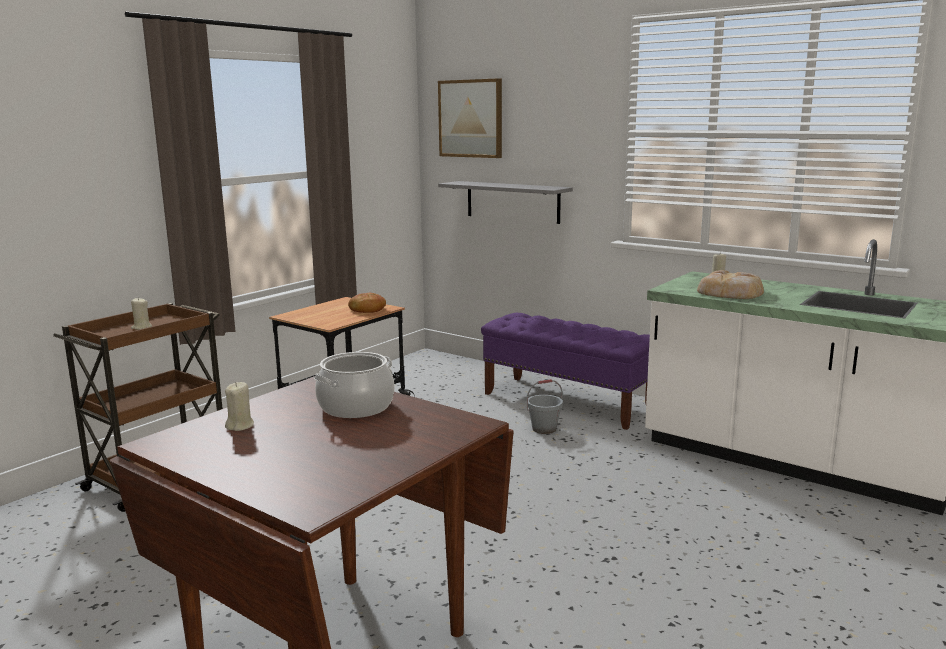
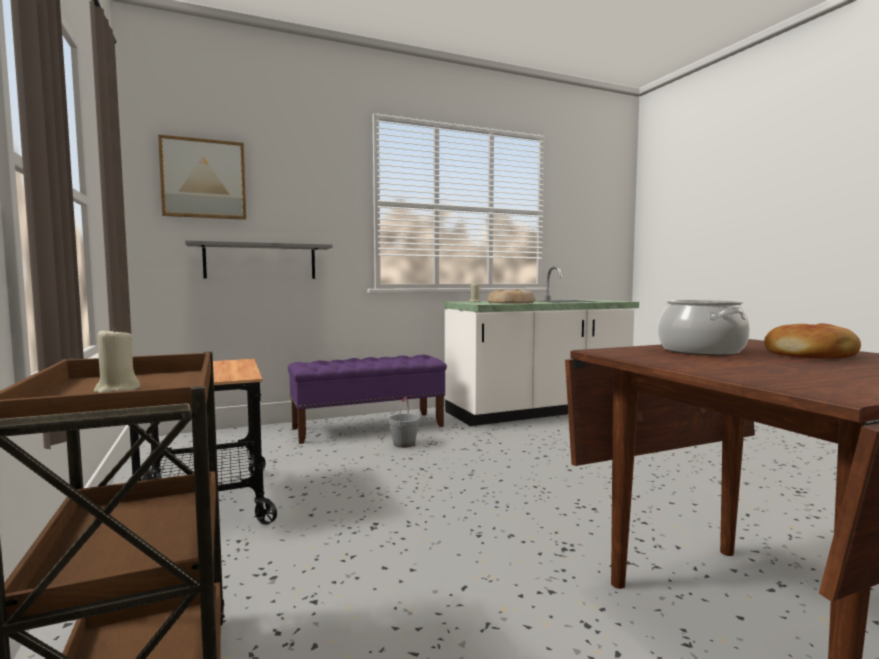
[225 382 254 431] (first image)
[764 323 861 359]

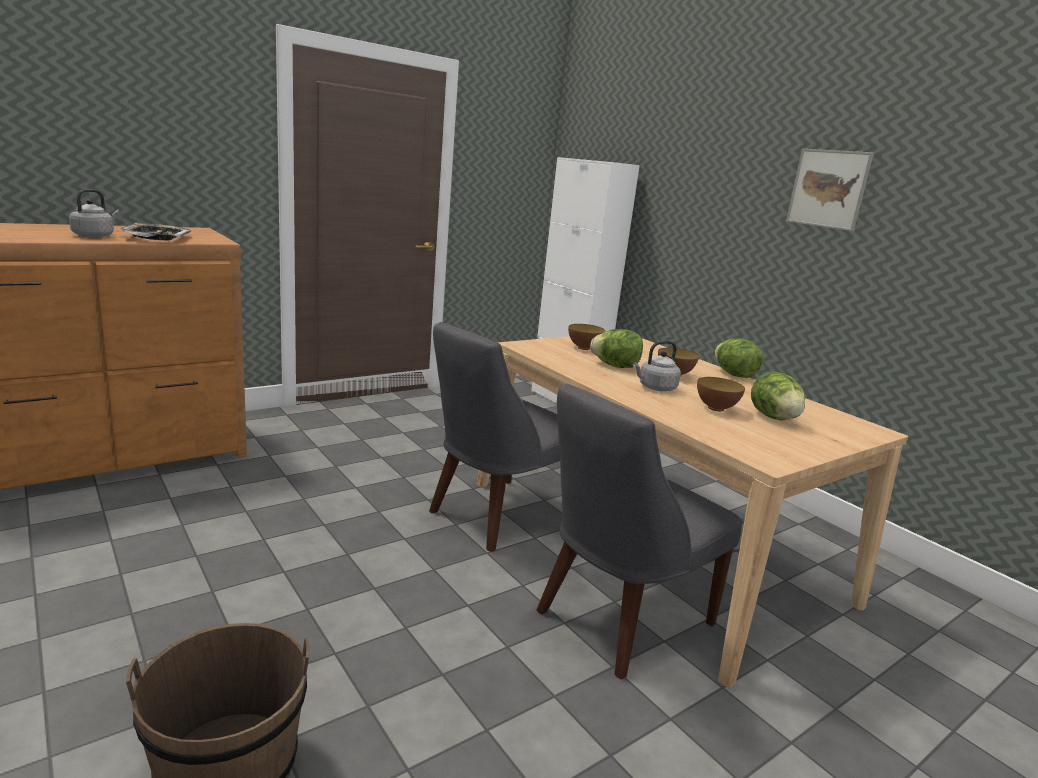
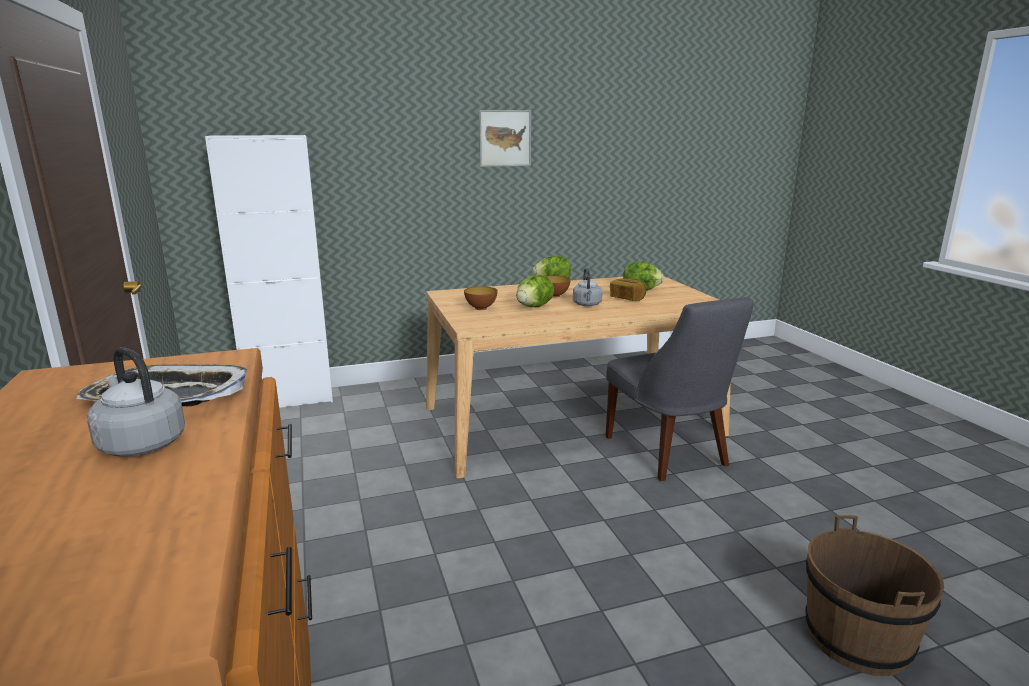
[429 322 560 552] (first image)
[610 278 646 301]

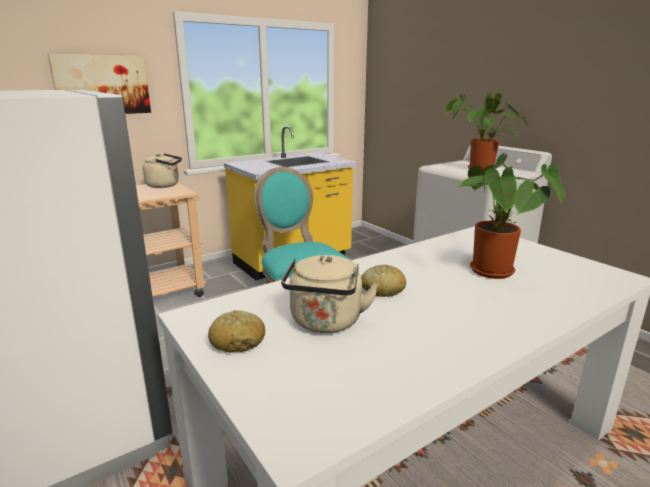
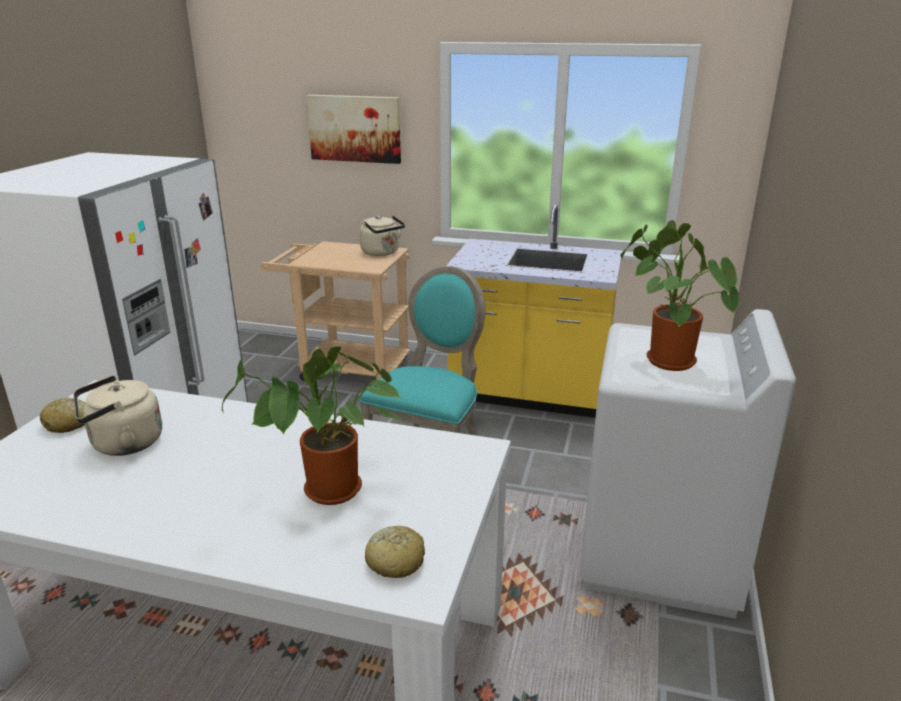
[365 526 425 578]

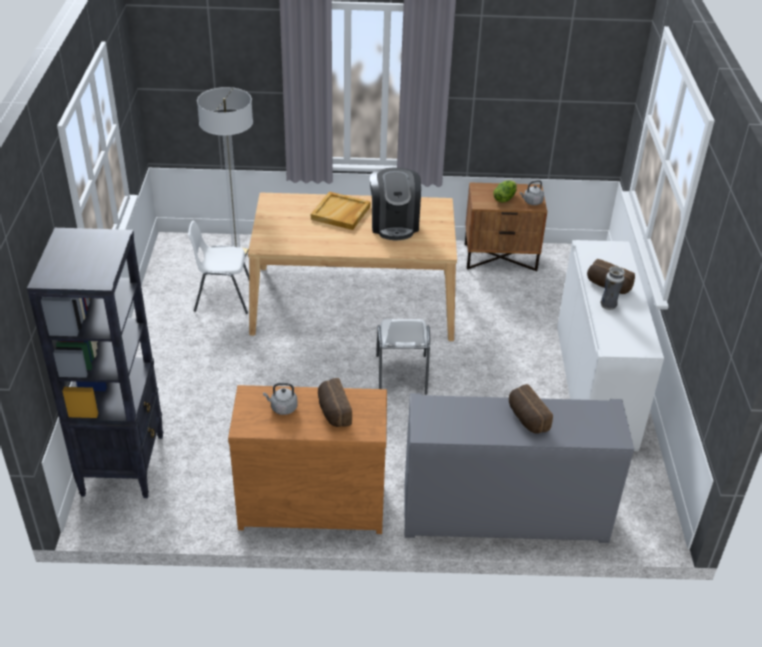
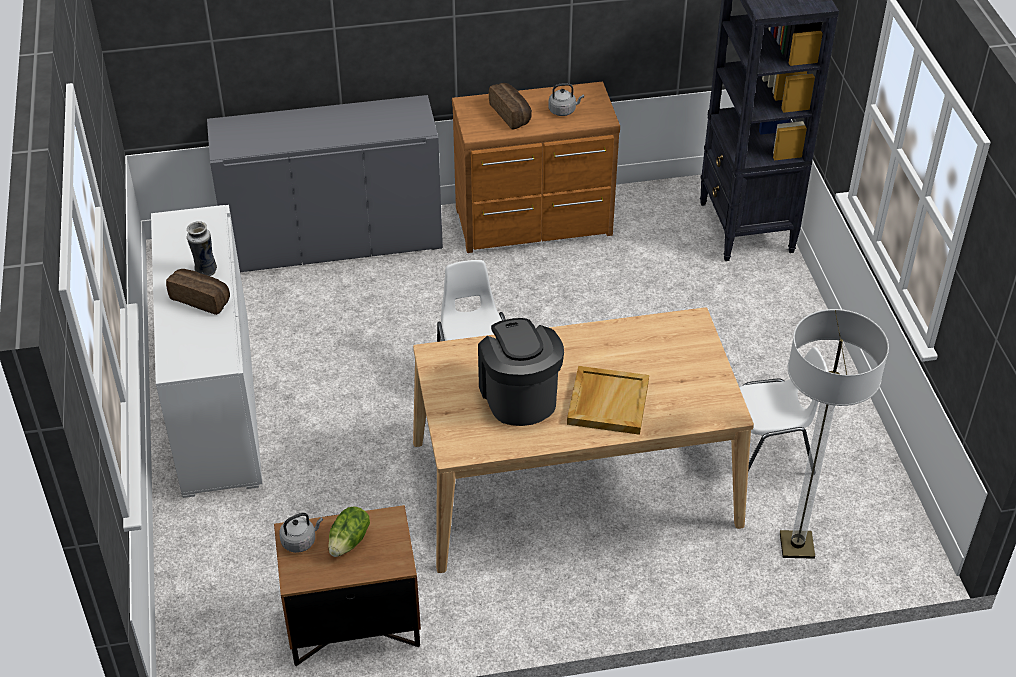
[509 384 553 434] (first image)

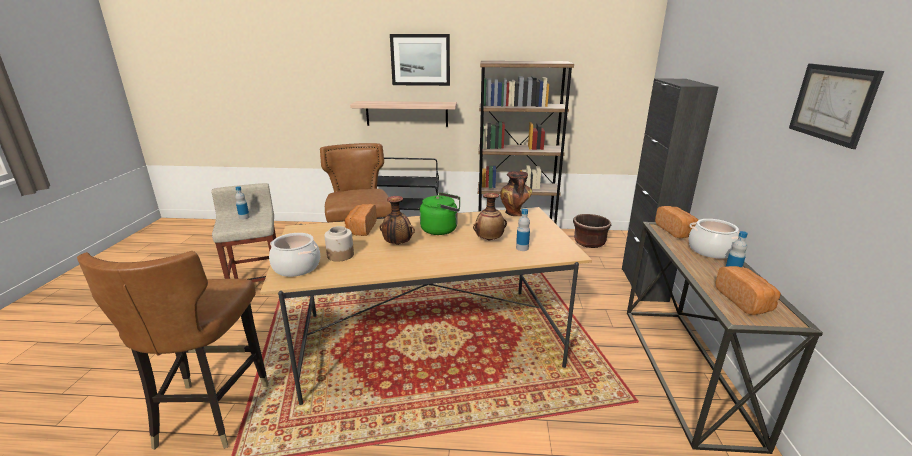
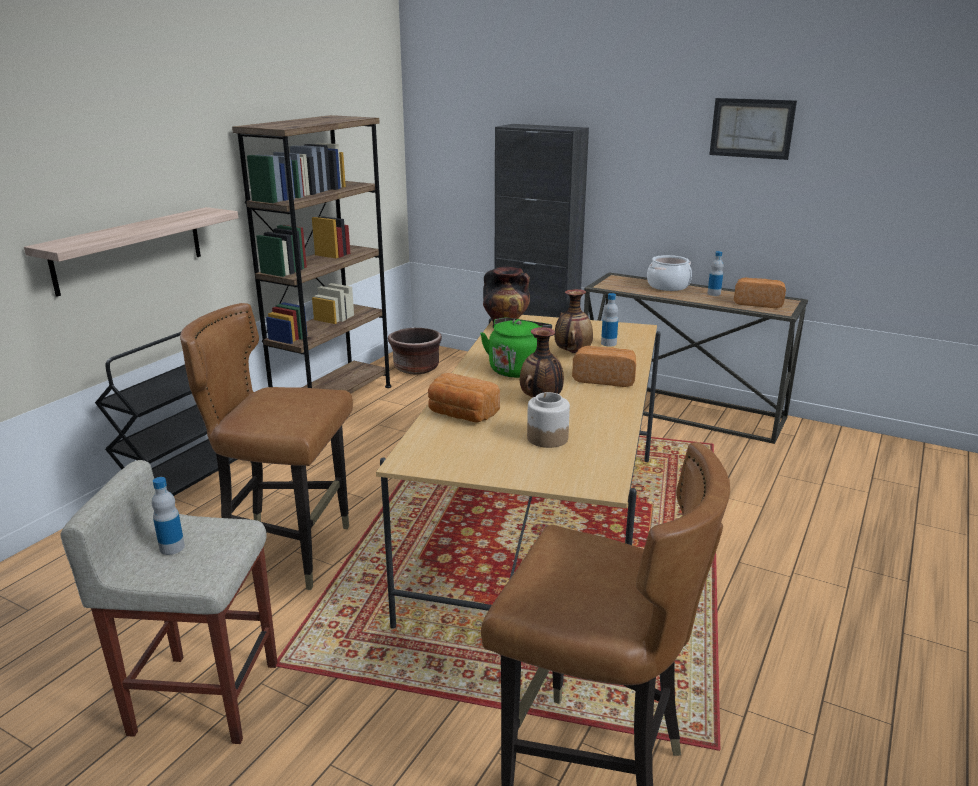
[269 233 320 277] (first image)
[390 34 450 86] (first image)
[572 346 636 387]

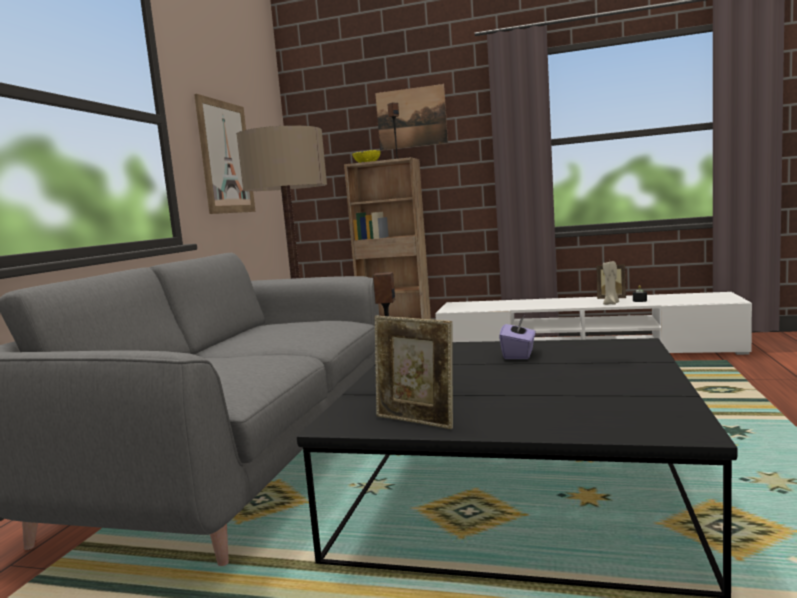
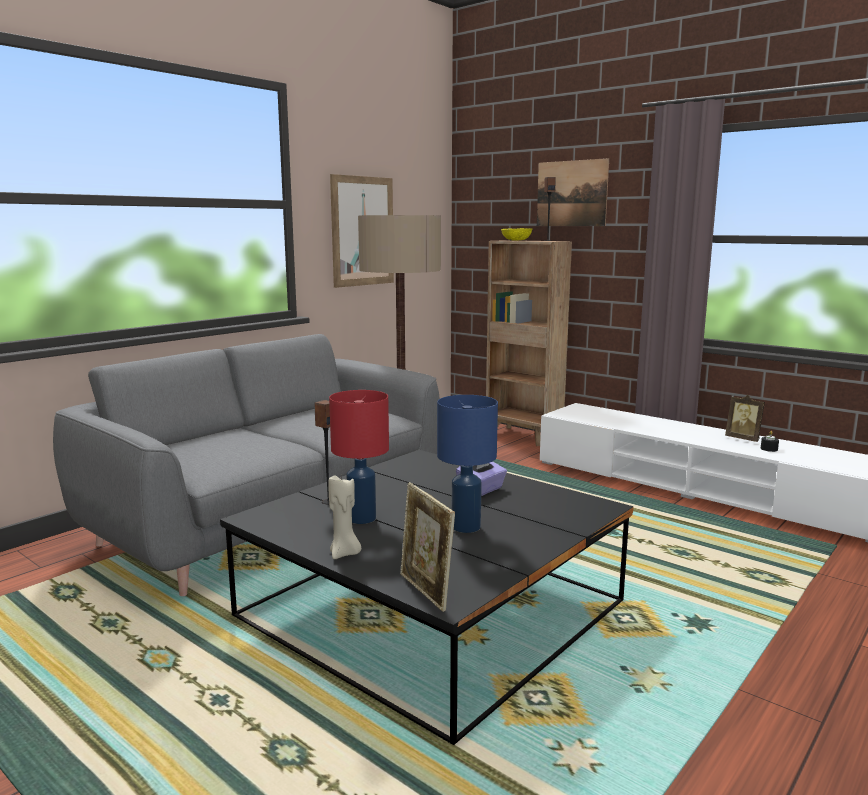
[329 390 389 524]
[437 395 498 533]
[400 482 455 612]
[328 475 361 559]

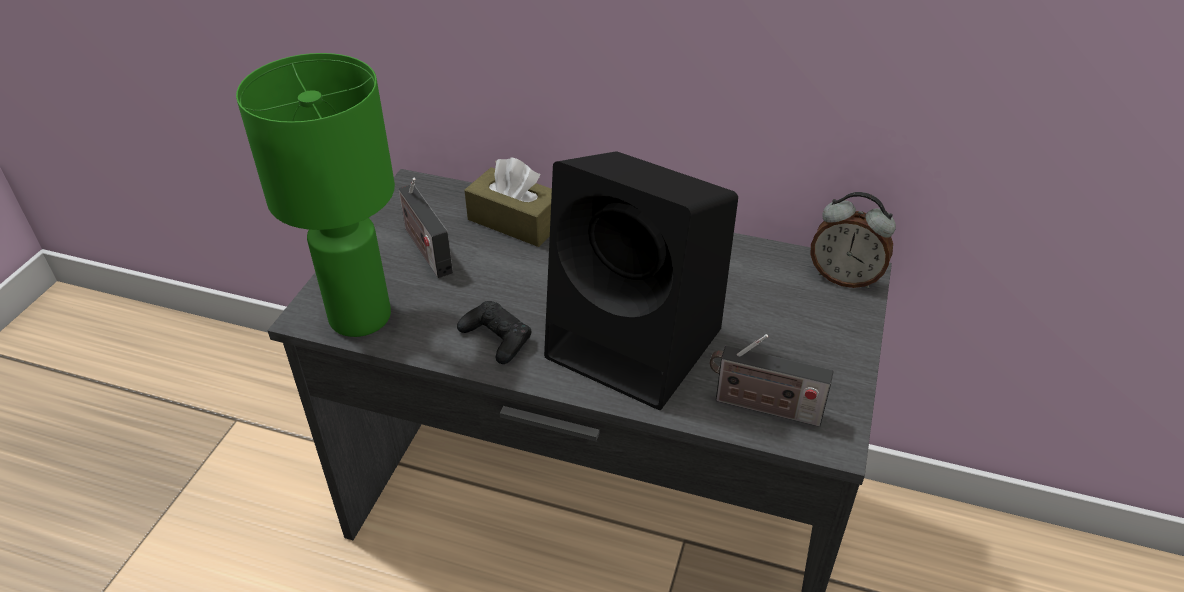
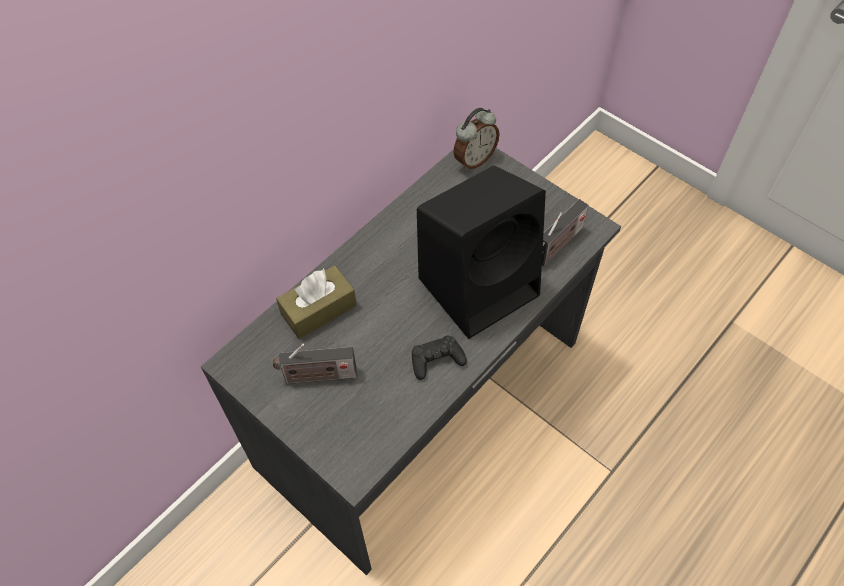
[236 53 395 337] (first image)

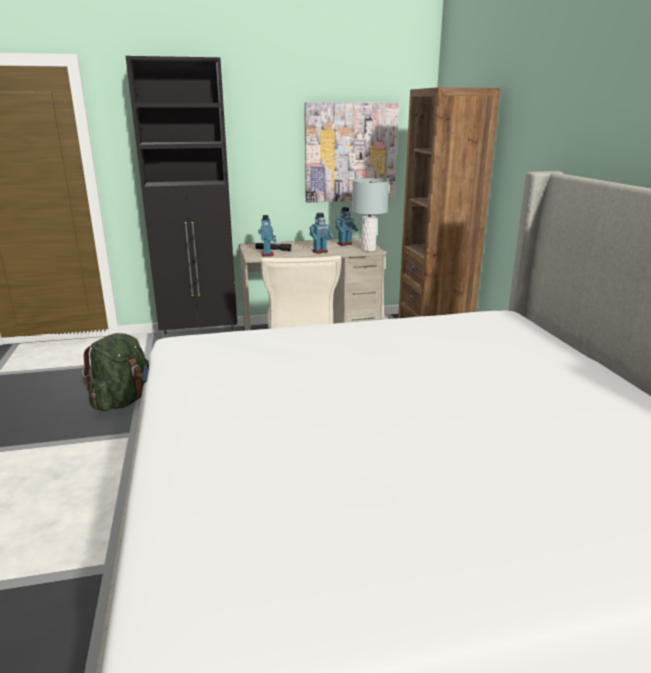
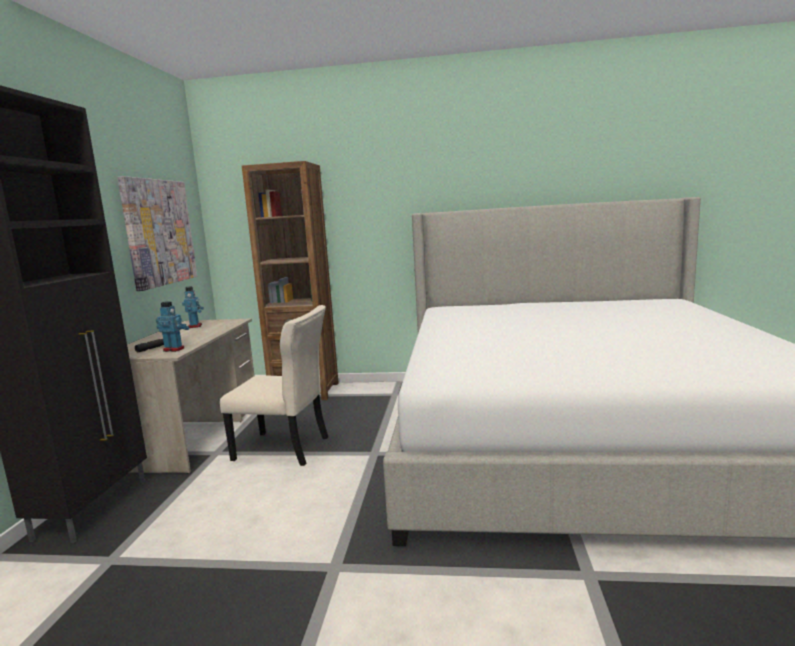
[82 333 149 411] (first image)
[310 213 334 254] (first image)
[352 178 389 251] (first image)

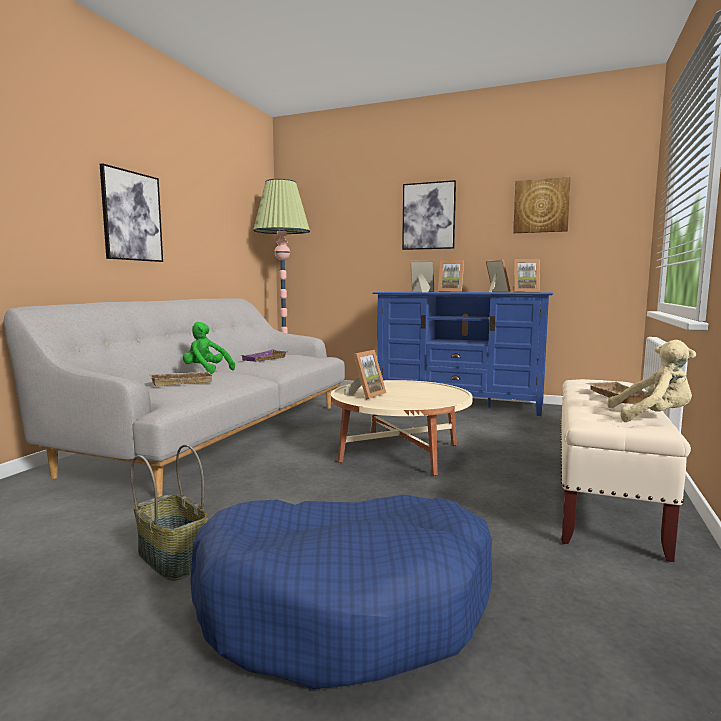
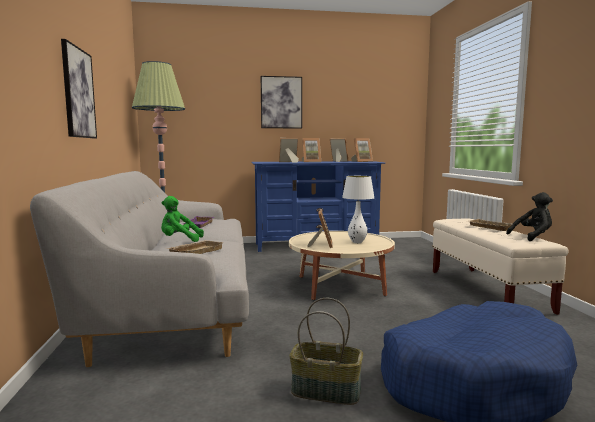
[513 177 571 233] (first image)
[342 176 375 243]
[506 192 553 241]

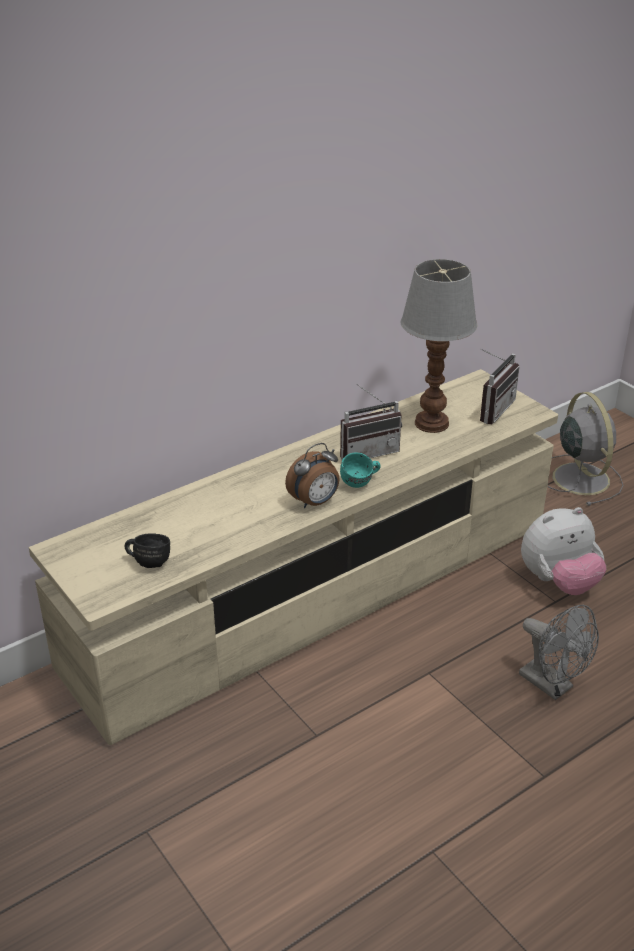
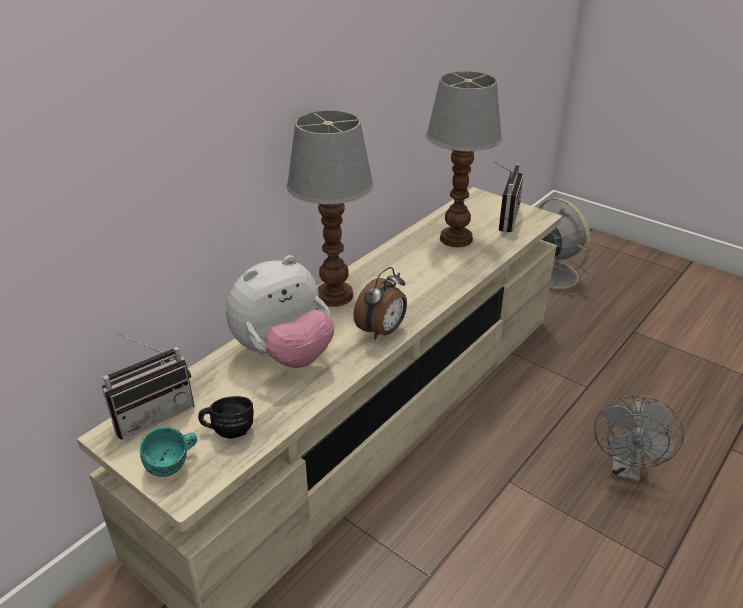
[286 110 374 307]
[102 333 195 440]
[140 427 197 477]
[226 255 334 368]
[594 395 684 483]

